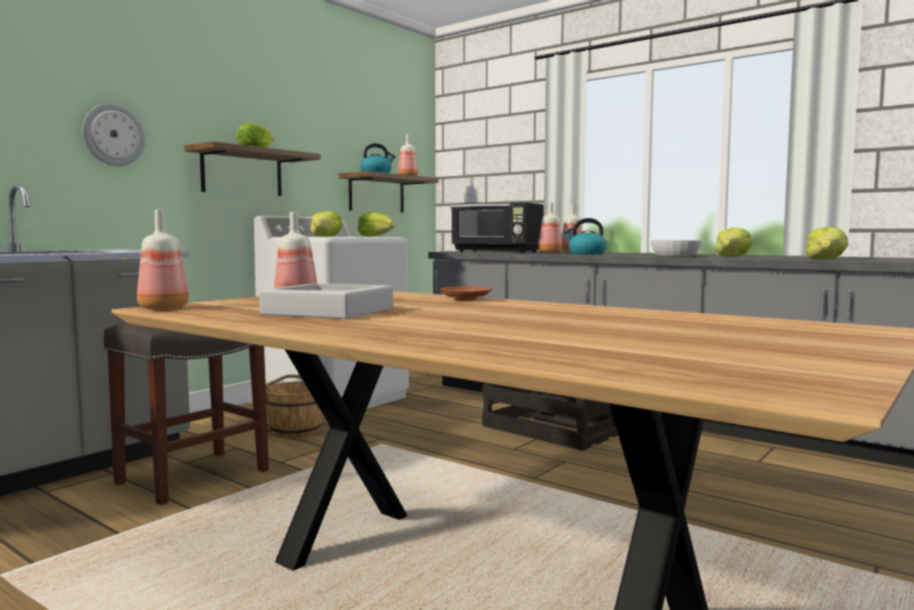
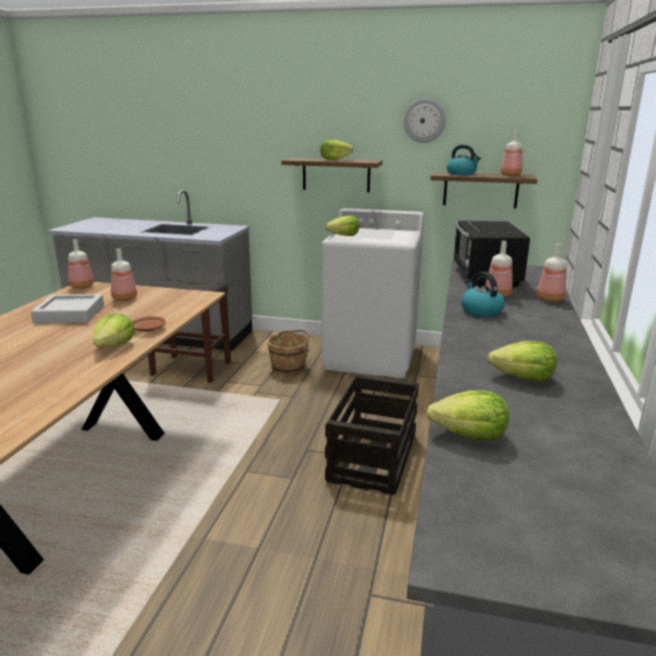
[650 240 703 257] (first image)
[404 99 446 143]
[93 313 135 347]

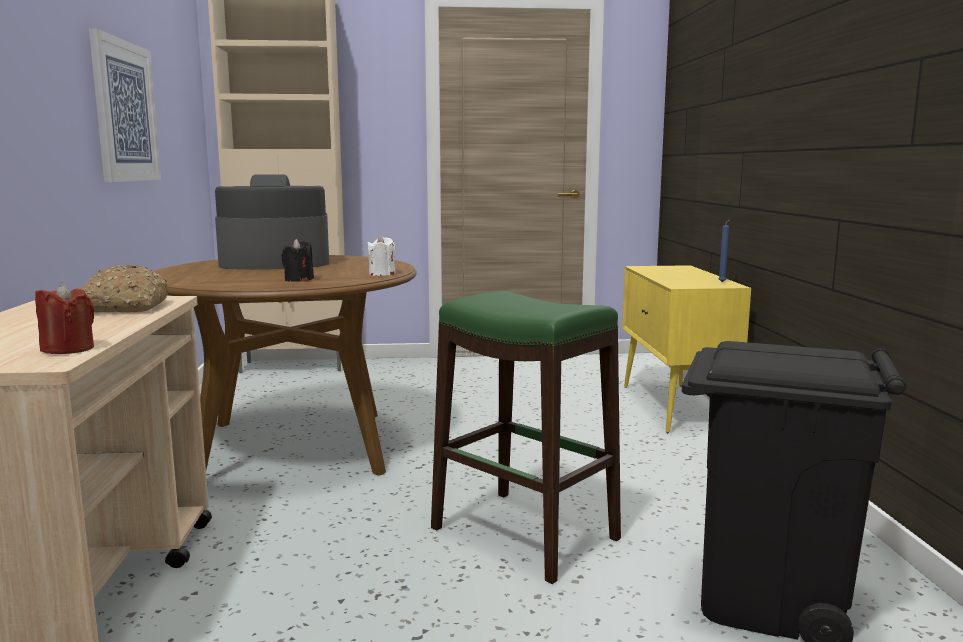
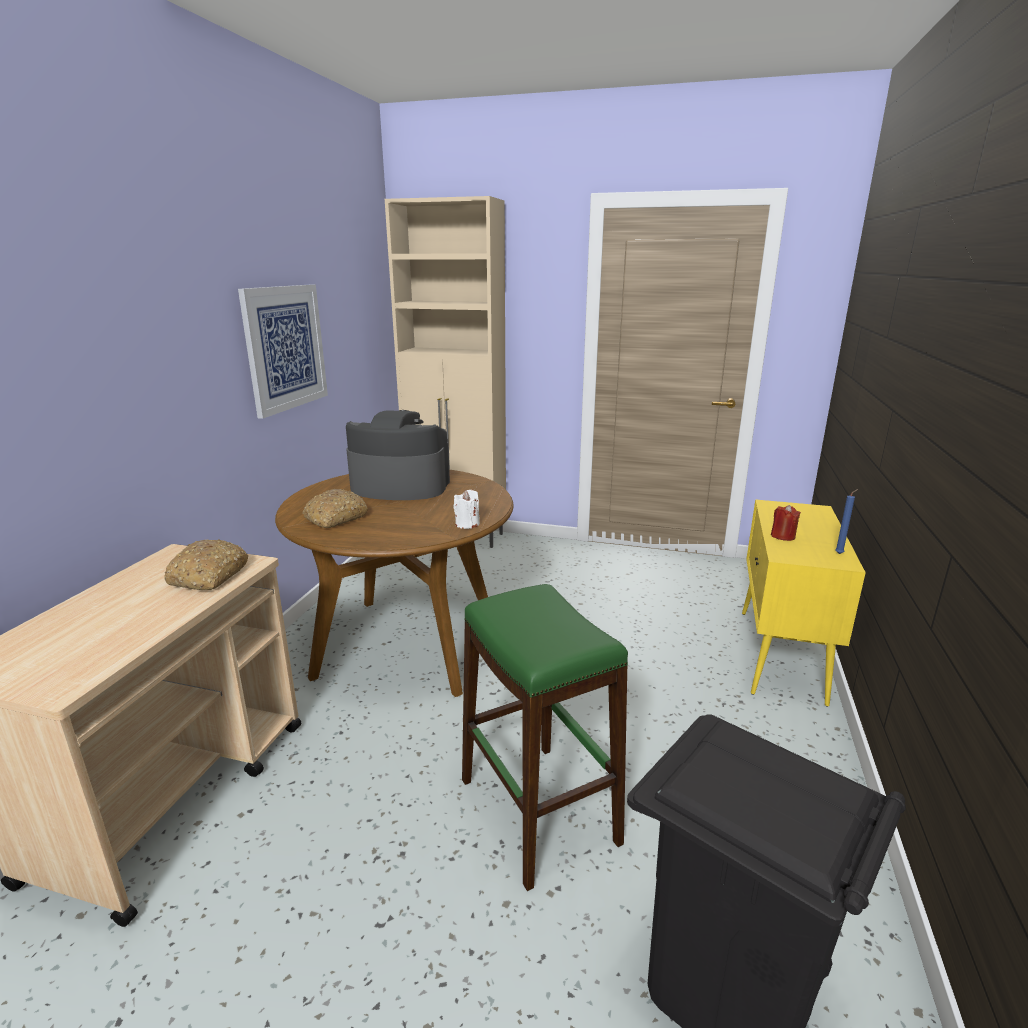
[281 239 314 282] (first image)
[303 489 368 528]
[771 505 801 541]

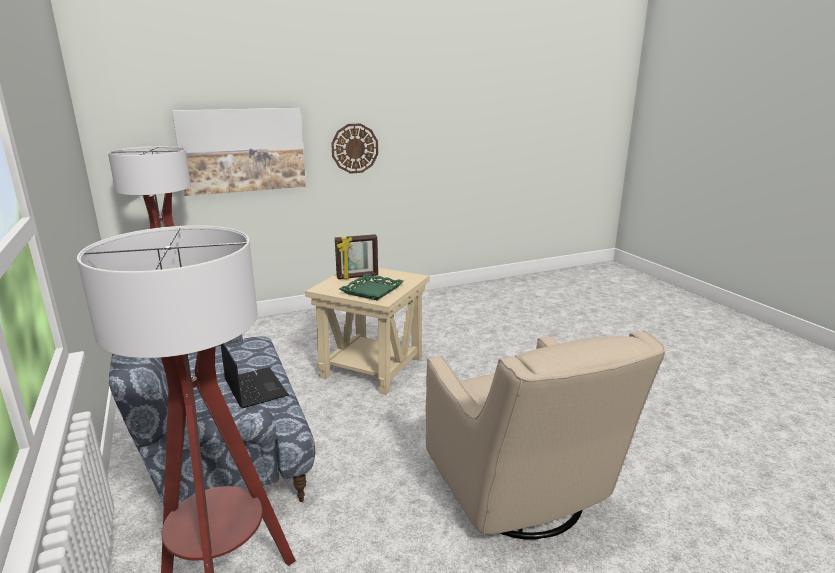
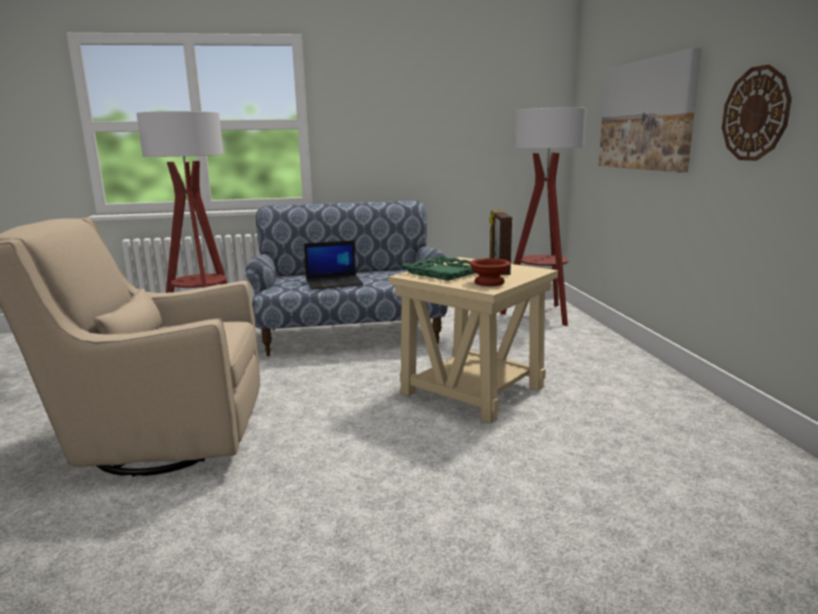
[469 258 511 286]

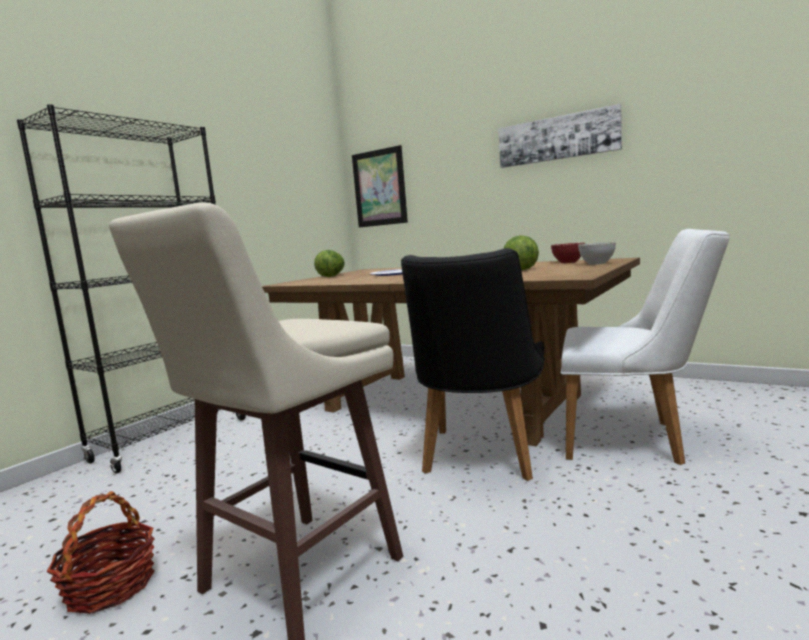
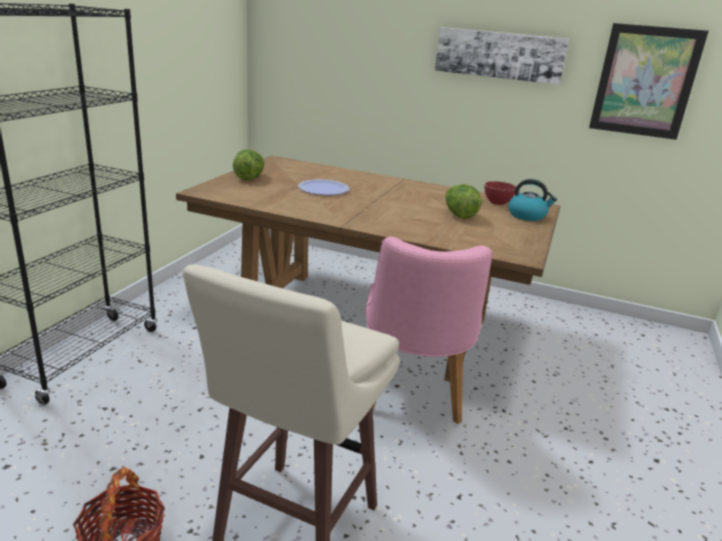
[561 229 730 465] (first image)
[589 23 709 140]
[508 179 557 221]
[365 237 493 424]

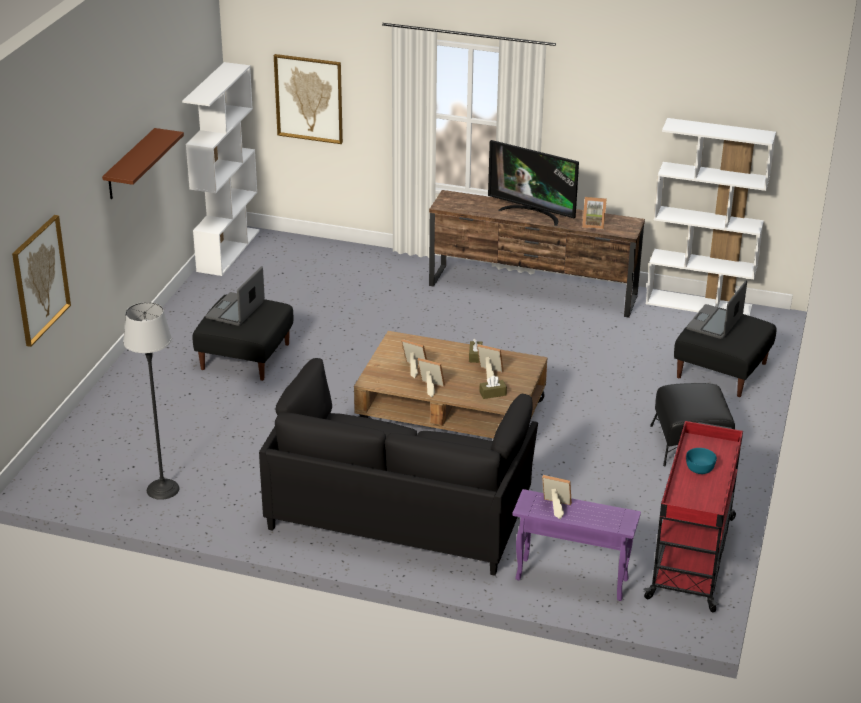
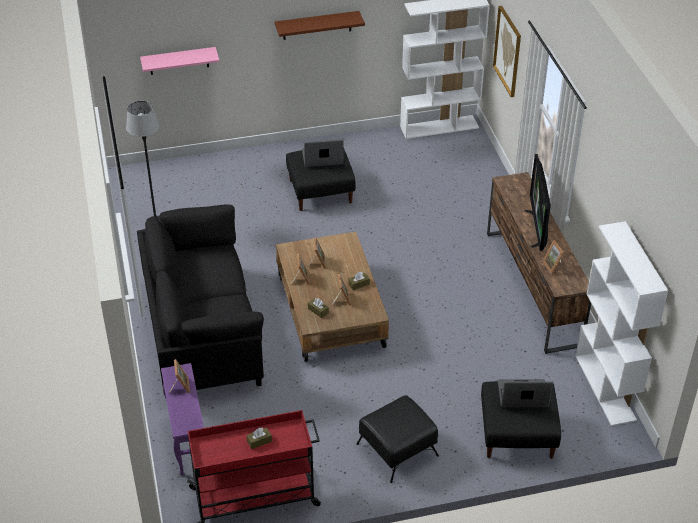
[140 47 220 75]
[247 427 272 449]

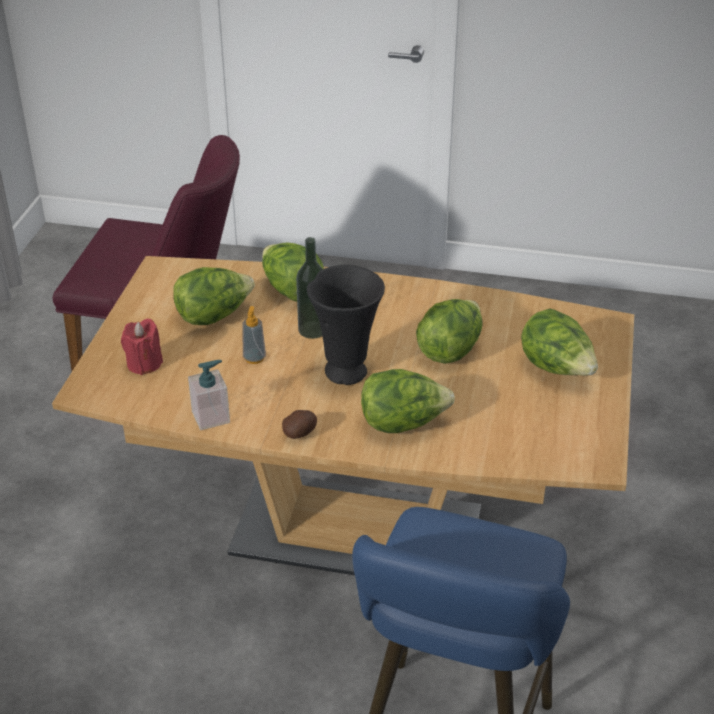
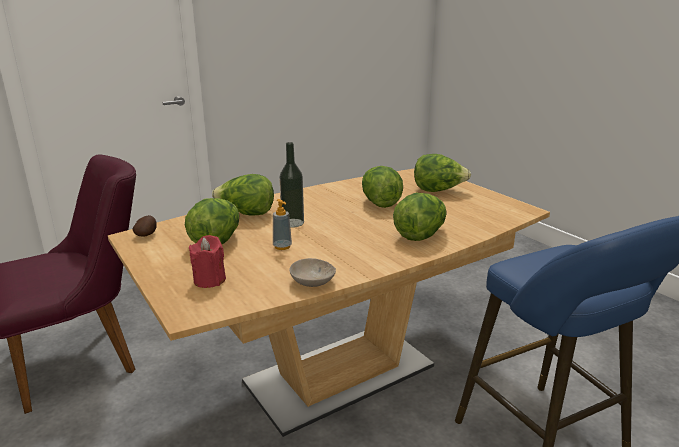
[307 265 385 385] (first image)
[133 215 157 237]
[289 258 336 287]

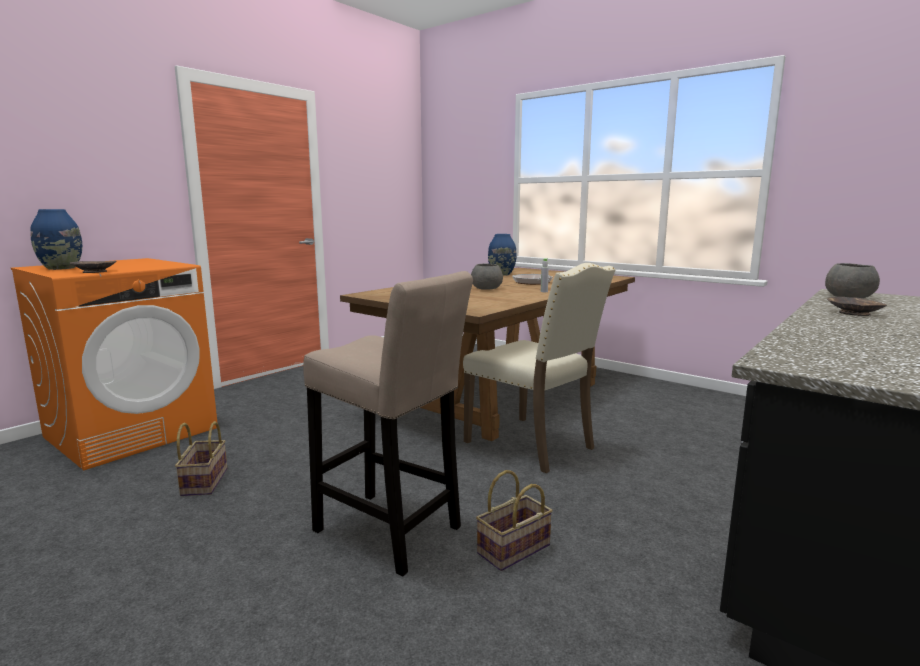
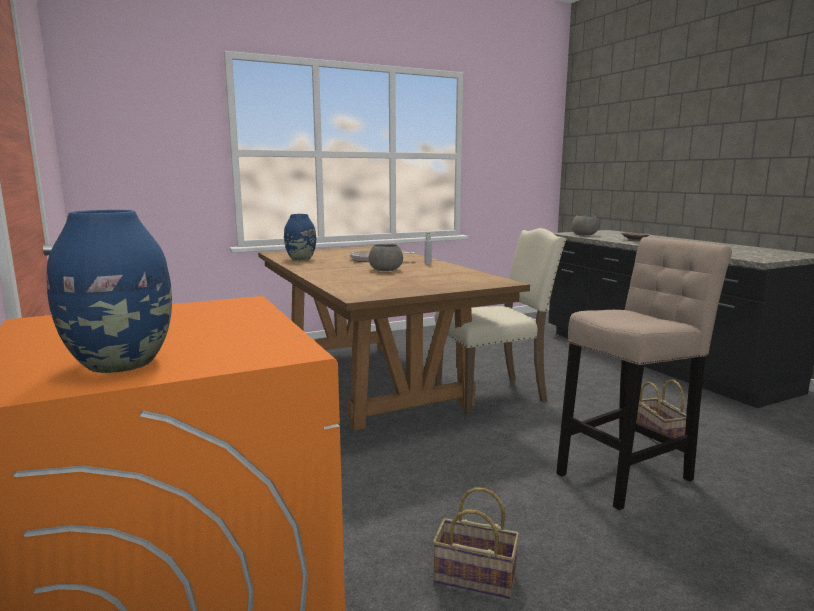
[70 261 116 273] (first image)

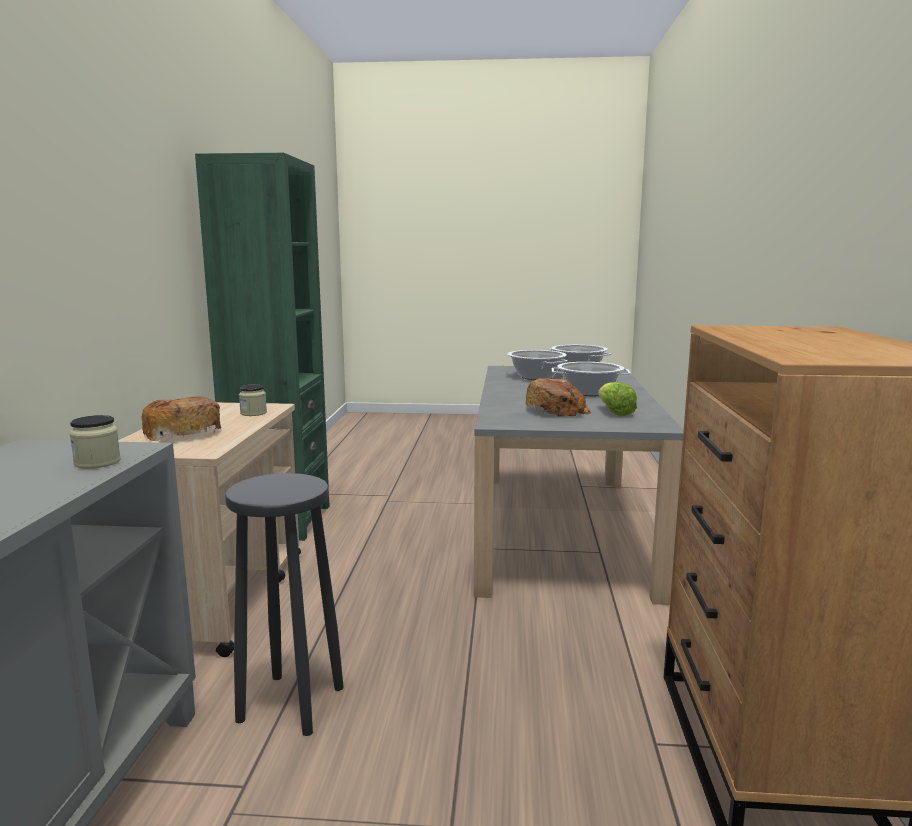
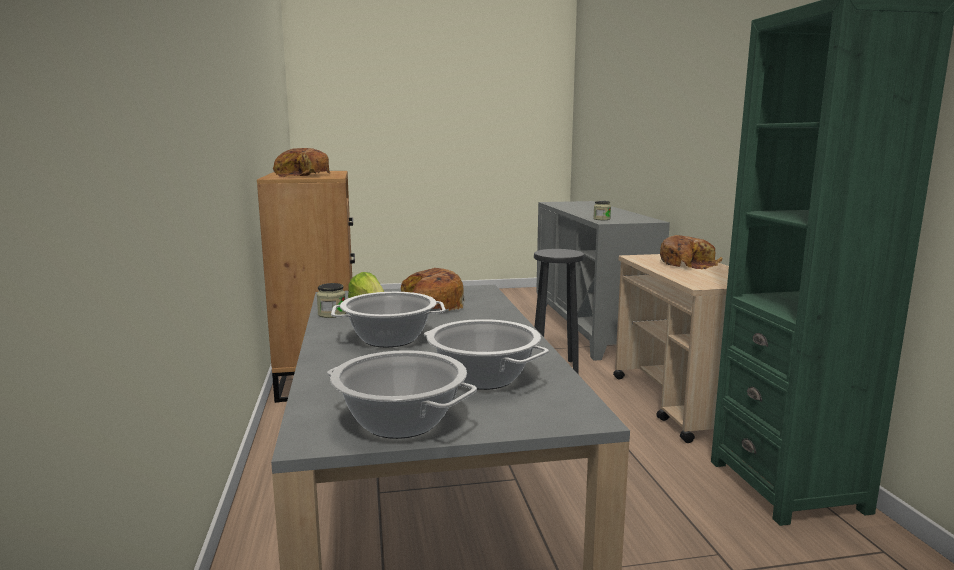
[273 148 330 177]
[317 283 346 318]

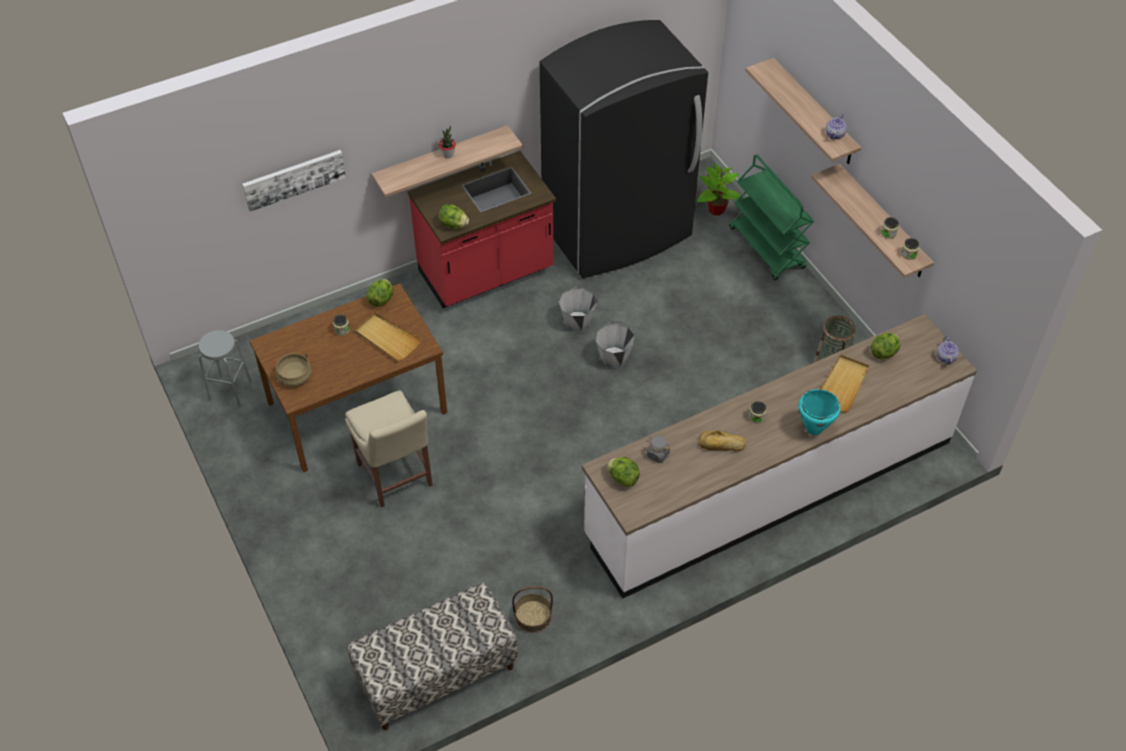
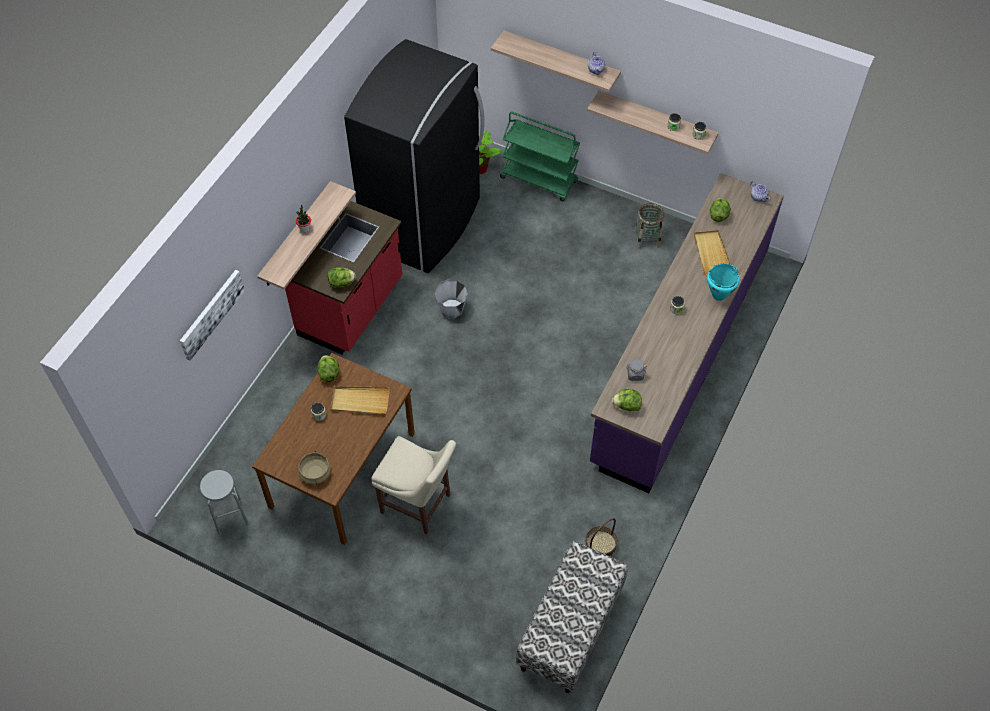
[596 322 634 369] (first image)
[699 431 746 452] (first image)
[590 173 784 493]

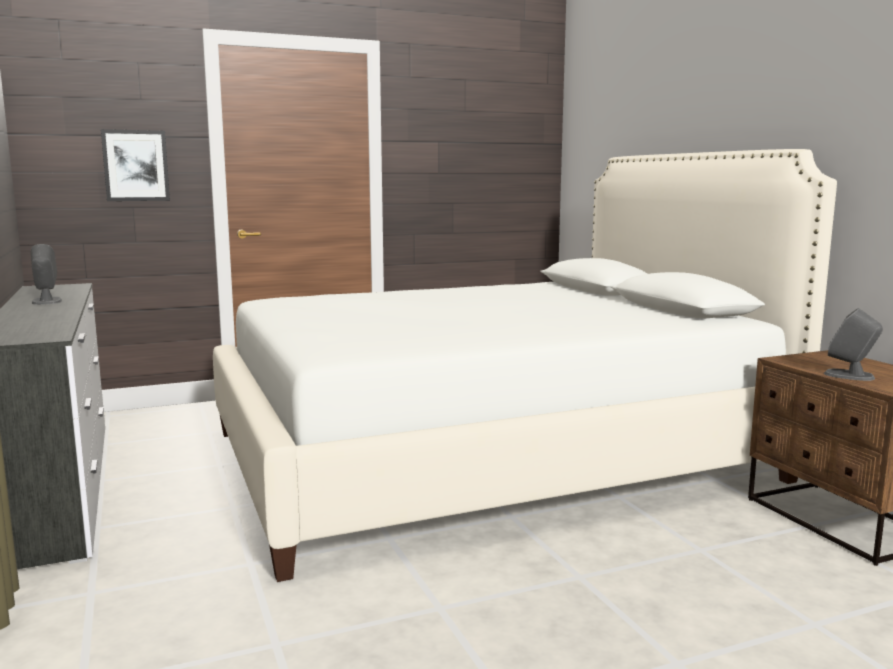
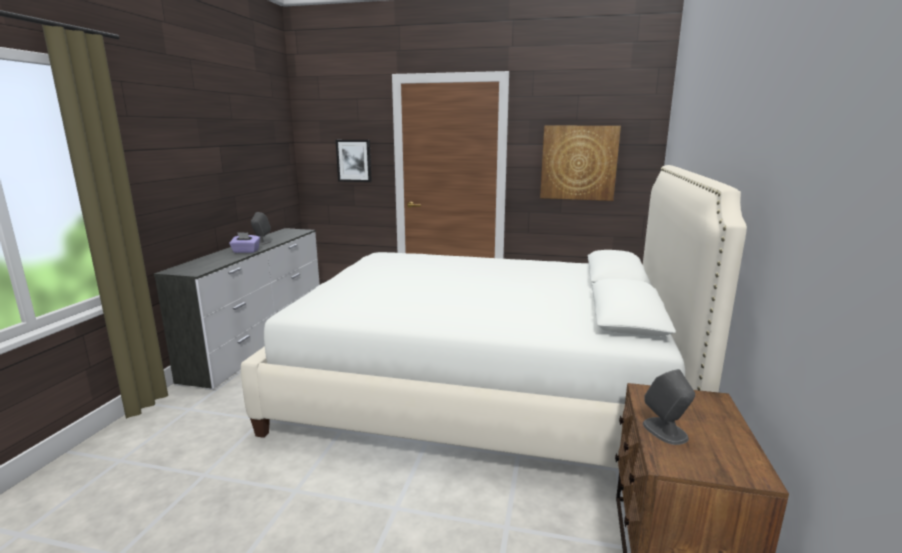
[229 232 260 253]
[540 125 621 201]

